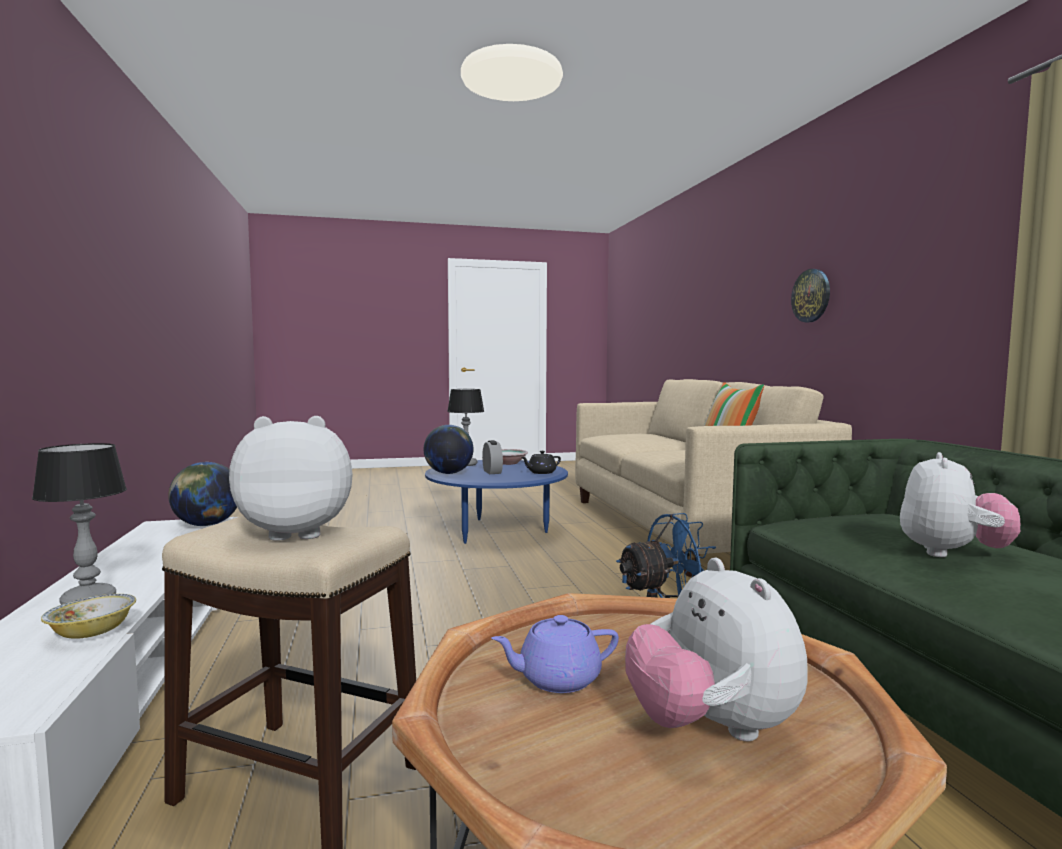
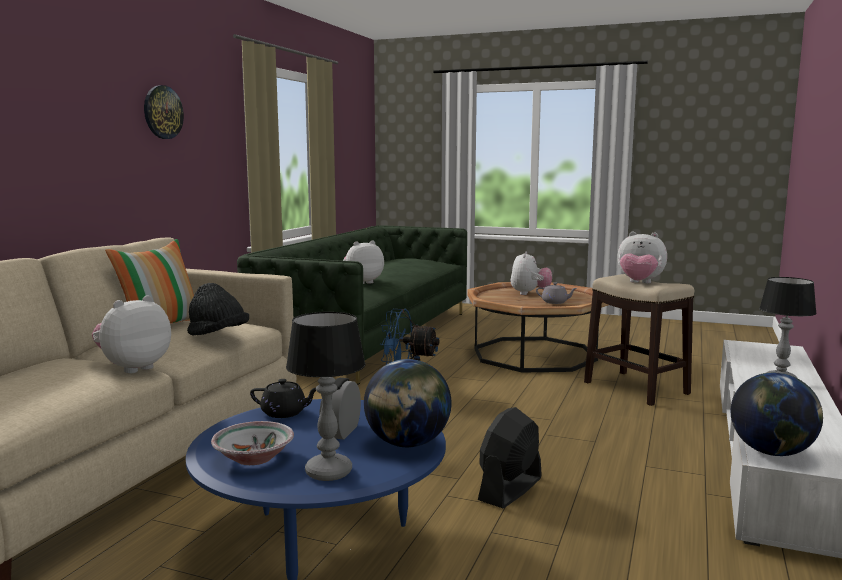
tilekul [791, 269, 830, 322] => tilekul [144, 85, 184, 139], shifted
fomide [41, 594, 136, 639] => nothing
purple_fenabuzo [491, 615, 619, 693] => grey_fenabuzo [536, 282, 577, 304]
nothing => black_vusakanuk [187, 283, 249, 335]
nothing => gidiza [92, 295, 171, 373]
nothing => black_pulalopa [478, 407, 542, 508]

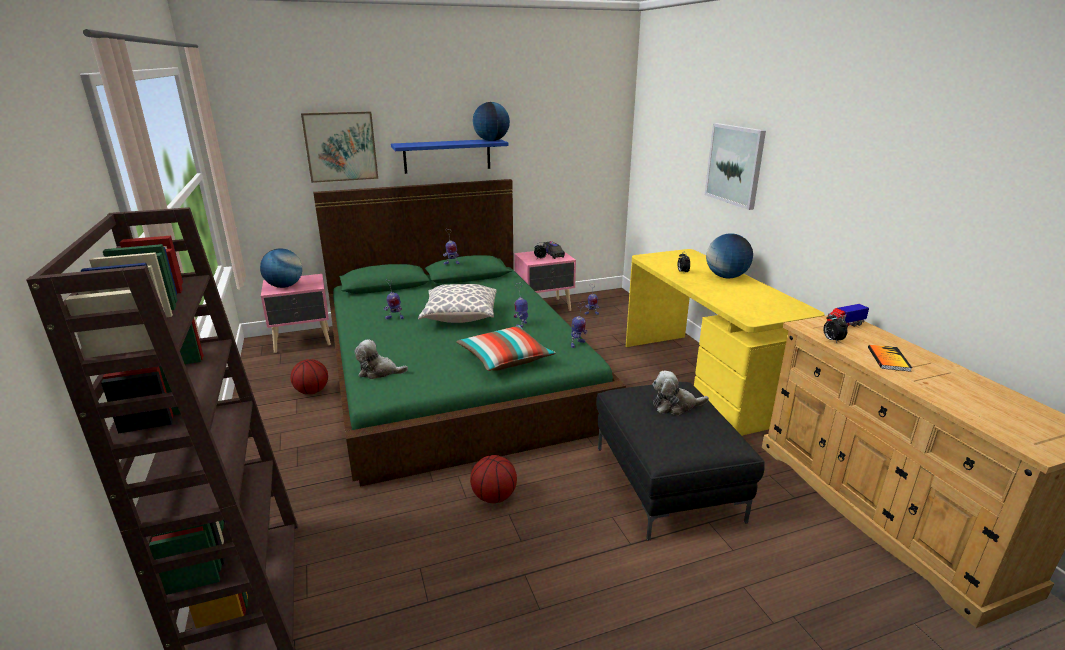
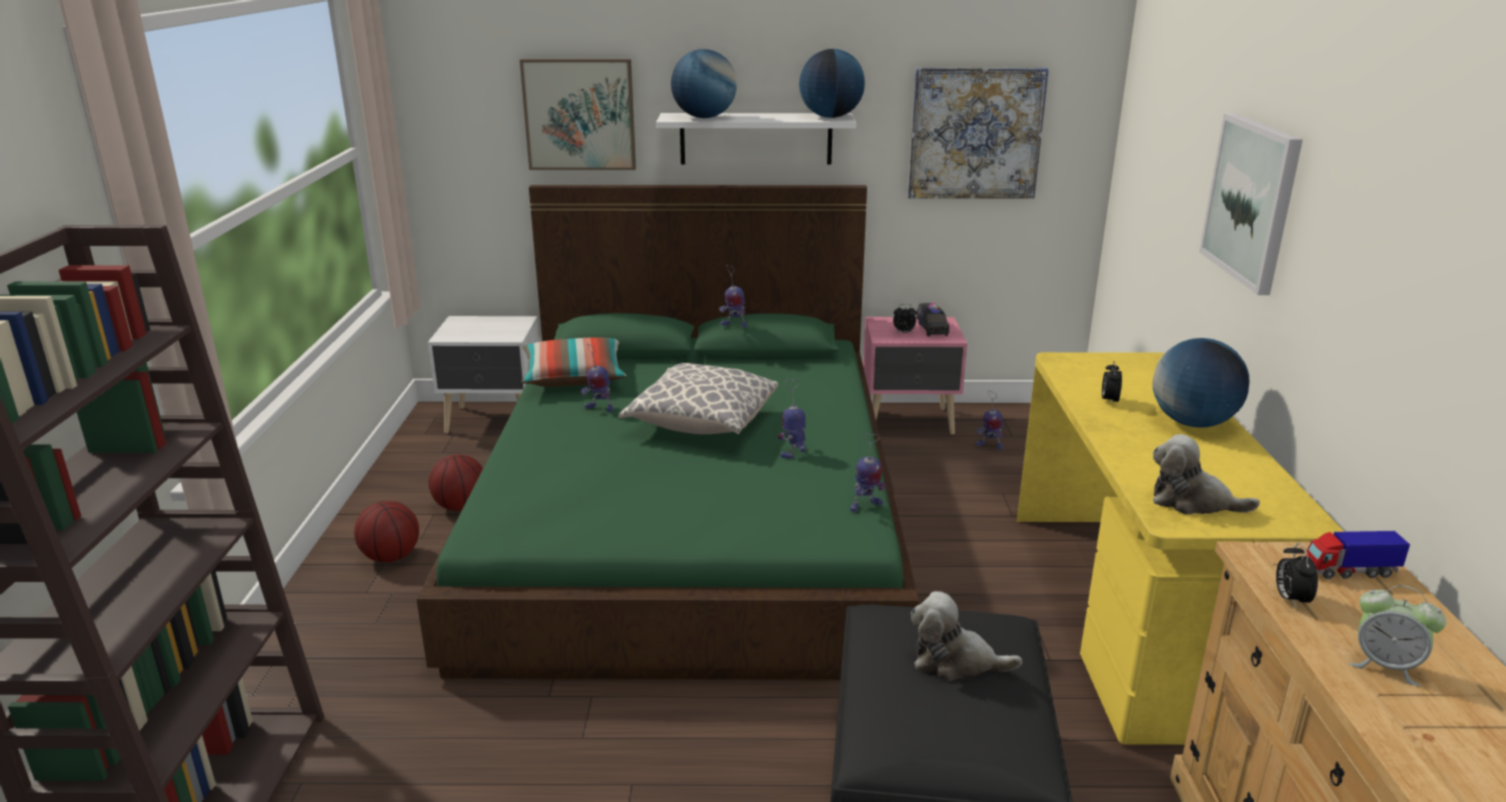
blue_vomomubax [391, 139, 508, 174] => white_vomomubax [656, 113, 856, 165]
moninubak [260, 248, 302, 288] => moninubak [671, 49, 737, 118], shifted
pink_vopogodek [261, 274, 331, 353] => white_vopogodek [428, 316, 539, 433]
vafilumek [456, 326, 556, 371] => vafilumek [522, 337, 627, 387], shifted
gidiza [355, 339, 408, 379] => gidiza [1153, 434, 1260, 515], shifted
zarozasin [868, 345, 912, 372] => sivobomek [1349, 585, 1447, 686]
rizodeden [470, 455, 517, 503] => rizodeden [354, 501, 419, 562], shifted
nothing => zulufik [908, 67, 1049, 199]

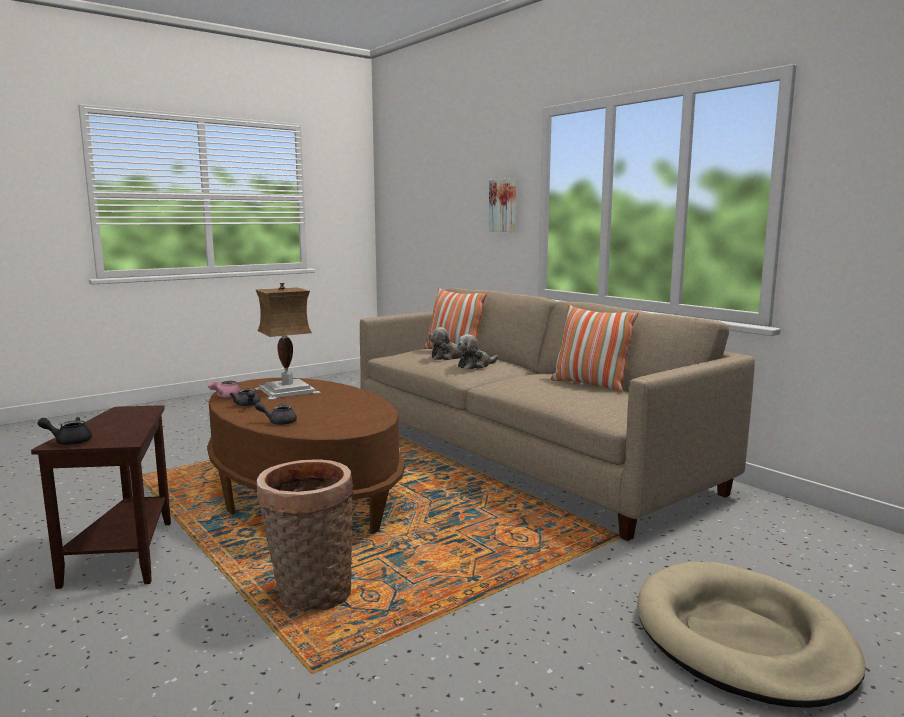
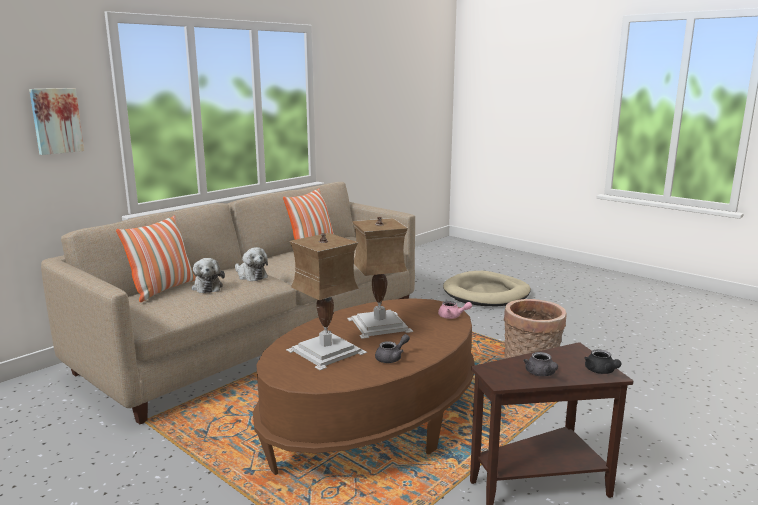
pink_fenabuzo [208, 381, 241, 398] => pink_fenabuzo [438, 301, 472, 319], shifted
grey_fenabuzo [255, 402, 297, 425] => grey_fenabuzo [523, 352, 558, 377], shifted
nothing => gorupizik [347, 217, 413, 339]

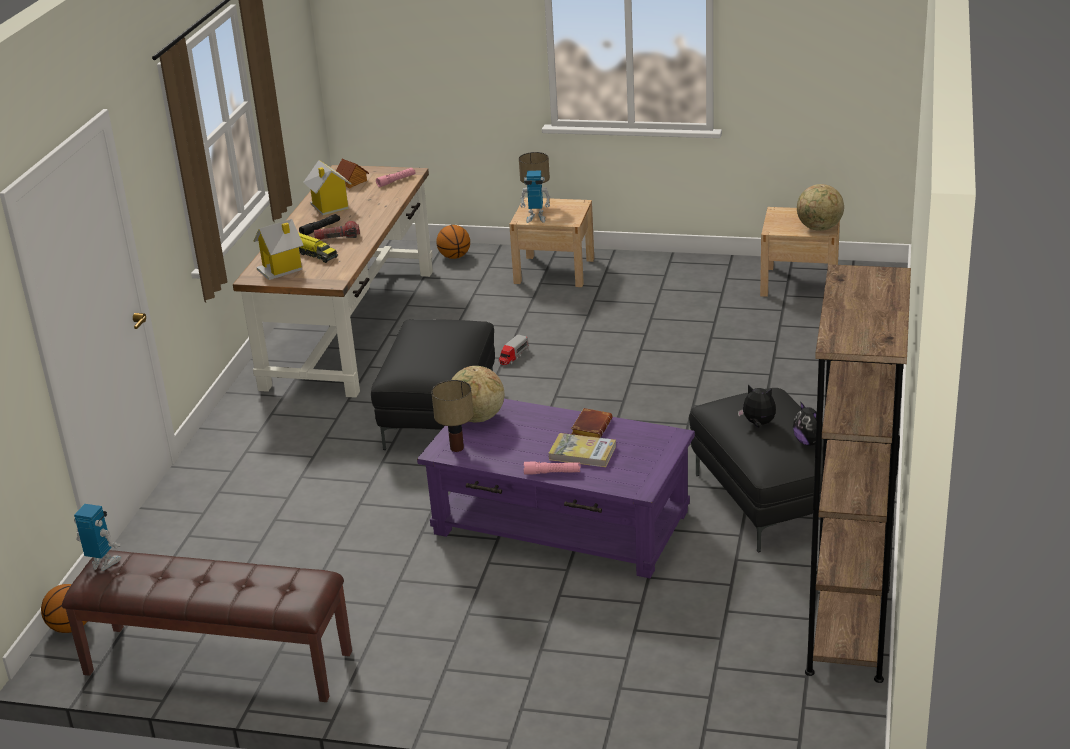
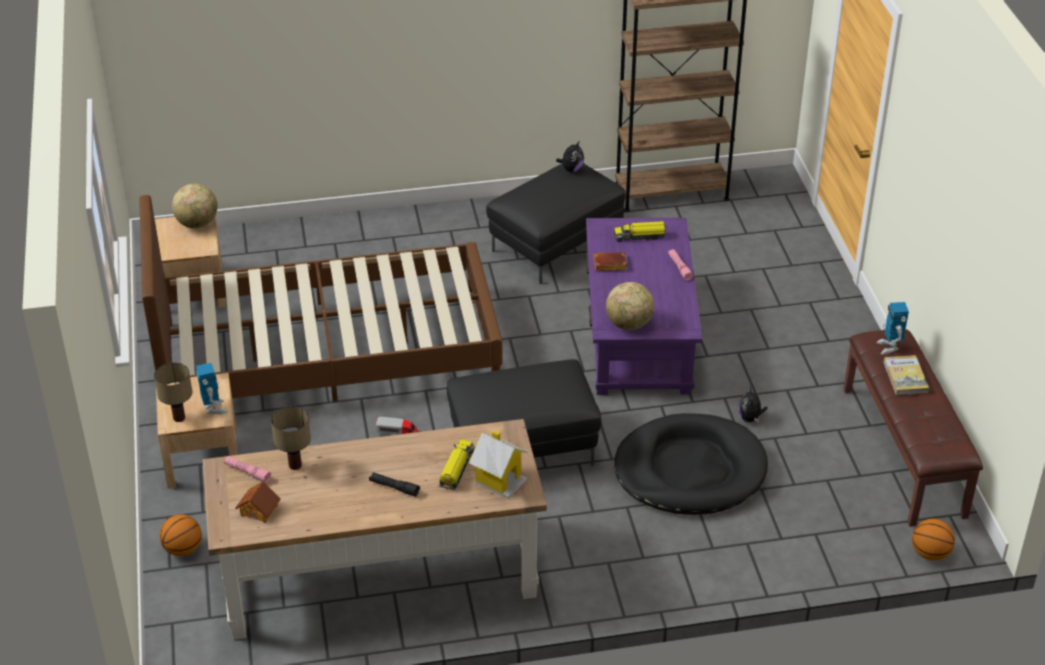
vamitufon [303, 160, 351, 216] => nothing
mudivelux [314, 221, 360, 240] => nothing
gorupizik [431, 380, 474, 452] => gorupizik [271, 406, 311, 470], shifted
gidiza [737, 384, 776, 428] => gidiza [738, 387, 768, 423], shifted
zarozasin [548, 433, 616, 467] => zarozasin [883, 355, 929, 395], shifted
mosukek [74, 504, 122, 571] => mosukek [877, 302, 909, 355], shifted
nothing => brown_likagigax [139, 195, 503, 402]
nothing => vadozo [614, 221, 666, 242]
nothing => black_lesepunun [614, 413, 768, 515]

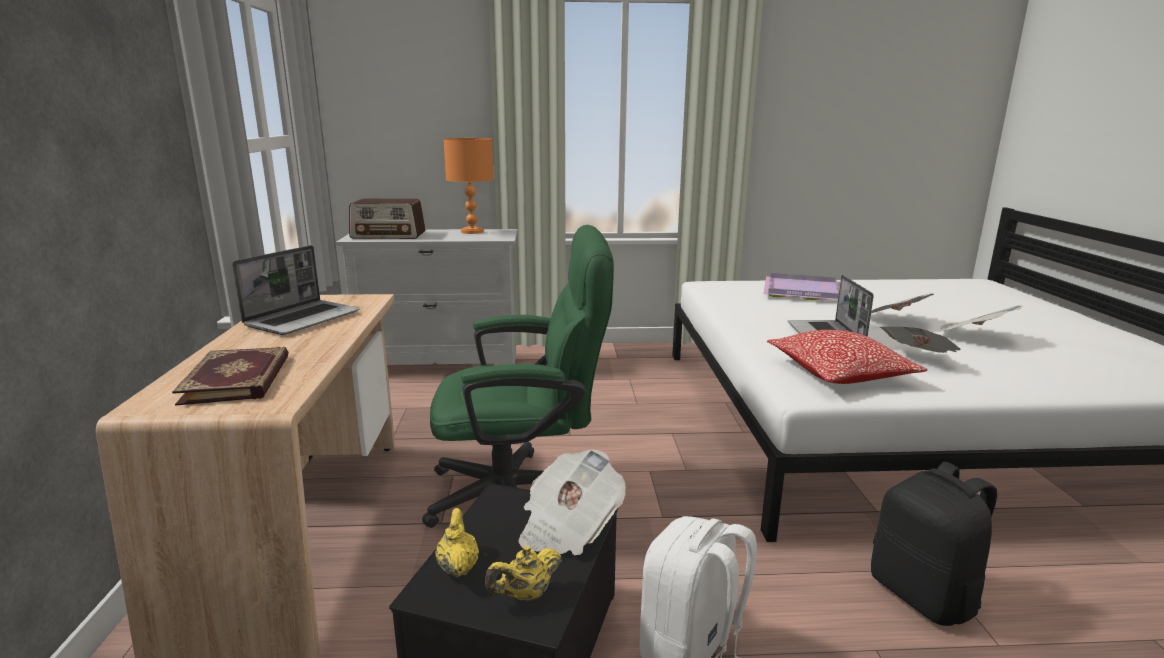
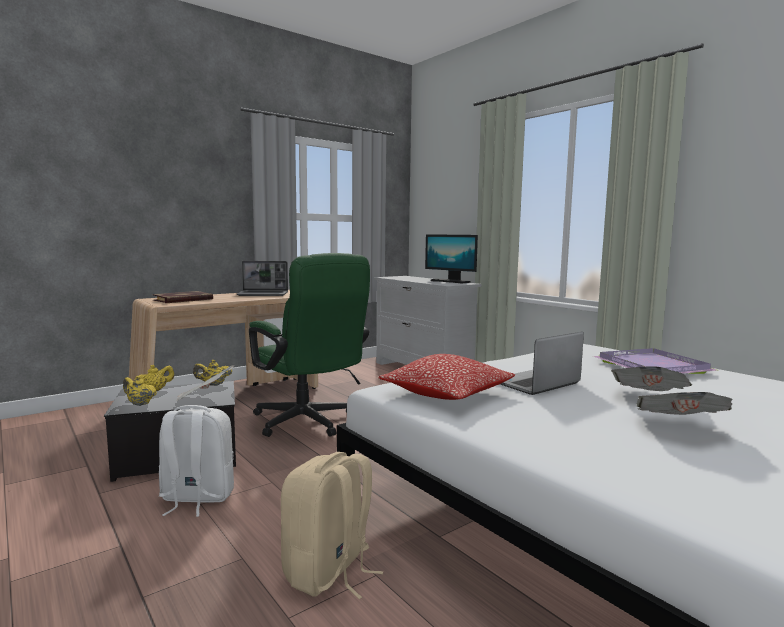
orange_gorupizik [444, 138, 494, 234] => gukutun [425, 234, 478, 284]
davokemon [349, 199, 425, 239] => nothing
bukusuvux [880, 327, 961, 353] => nothing
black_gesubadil [871, 462, 997, 626] => beige_gesubadil [281, 452, 383, 599]
nothing => yellow_fenabuzo [193, 360, 232, 386]

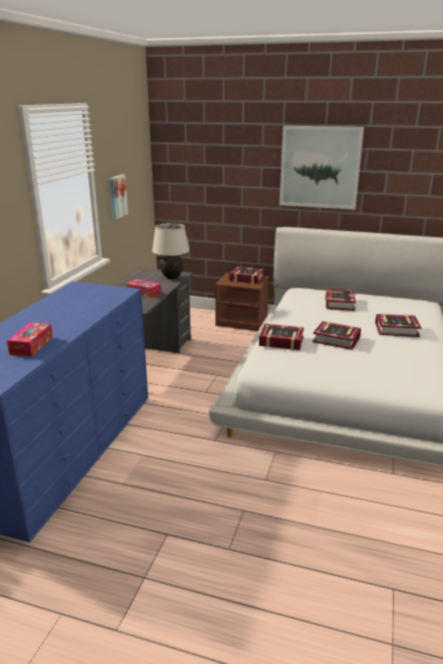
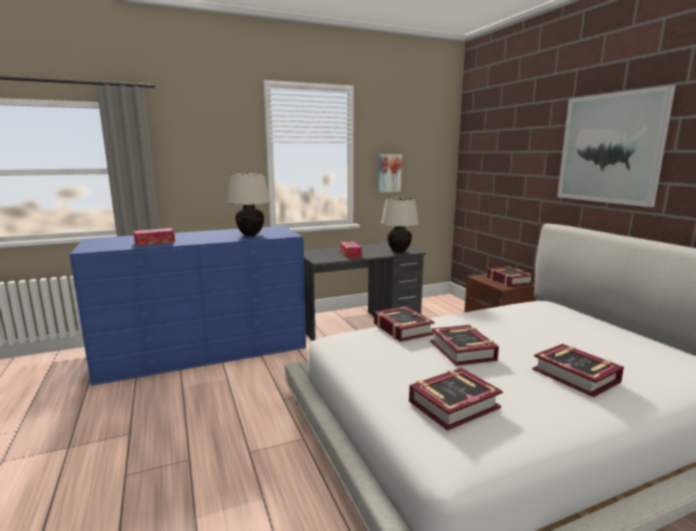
zarozasin [325, 289, 356, 311] => zarozasin [409, 368, 503, 431], shifted
nothing => beige_gorupizik [226, 173, 271, 236]

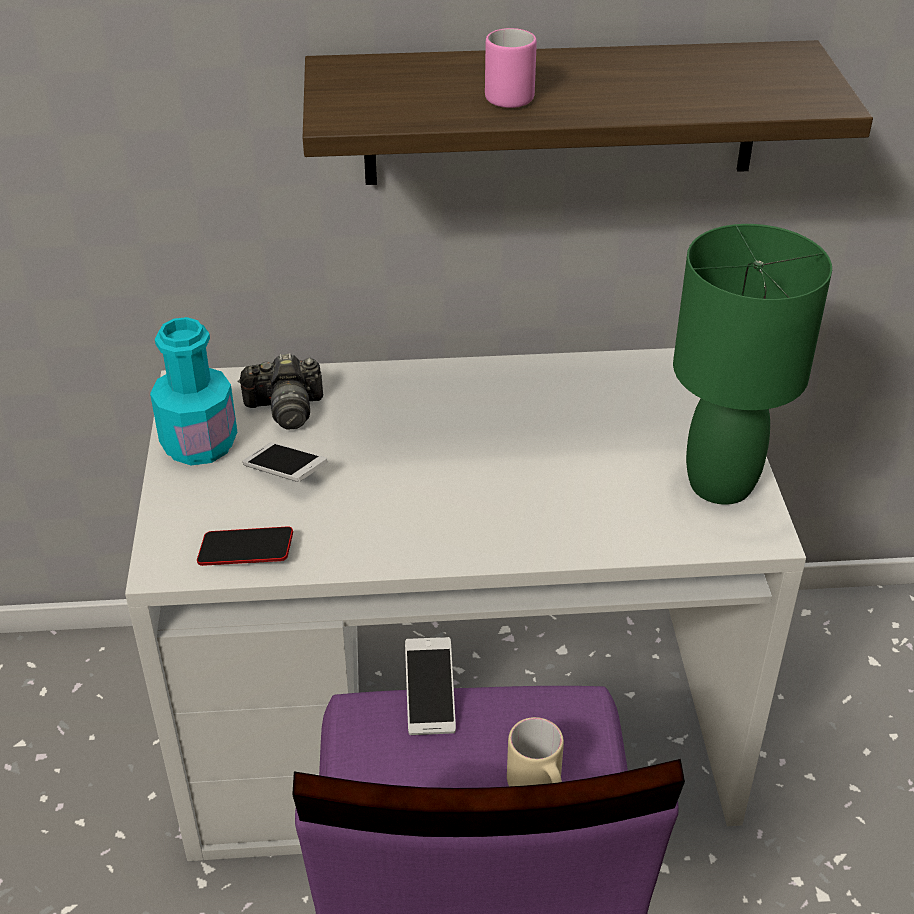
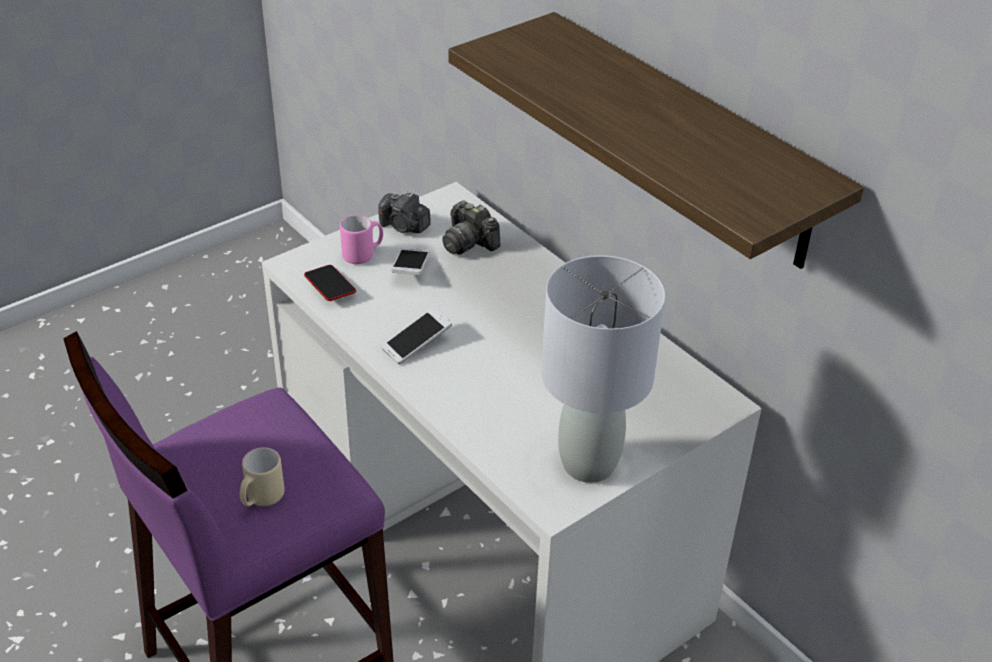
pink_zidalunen [485, 28, 537, 108] => pink_zidalunen [340, 215, 383, 264], shifted
green_gorupizik [673, 224, 832, 505] => grey_gorupizik [541, 255, 665, 483]
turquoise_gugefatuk [150, 317, 237, 465] => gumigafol [378, 192, 431, 233]
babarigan [405, 637, 456, 735] => babarigan [381, 307, 452, 365], shifted

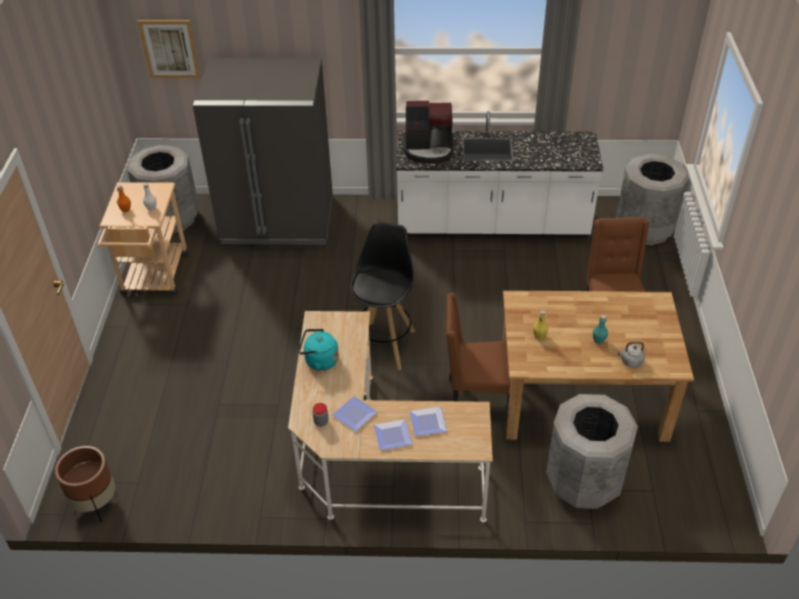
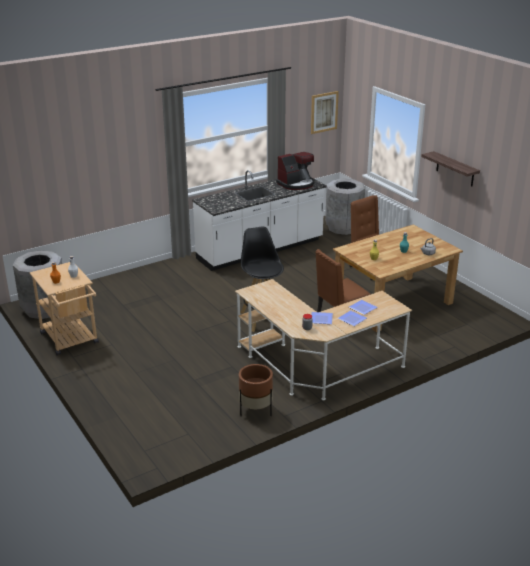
zulufik [137, 20, 201, 78] => zulufik [311, 91, 339, 134], shifted
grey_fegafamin [193, 58, 333, 245] => nothing
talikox [403, 101, 454, 164] => talikox [276, 152, 315, 190], shifted
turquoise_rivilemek [298, 329, 339, 371] => nothing
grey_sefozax [546, 394, 638, 509] => nothing
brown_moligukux [55, 446, 115, 523] => brown_moligukux [239, 364, 273, 416], shifted
nothing => vomomubax [421, 151, 480, 186]

